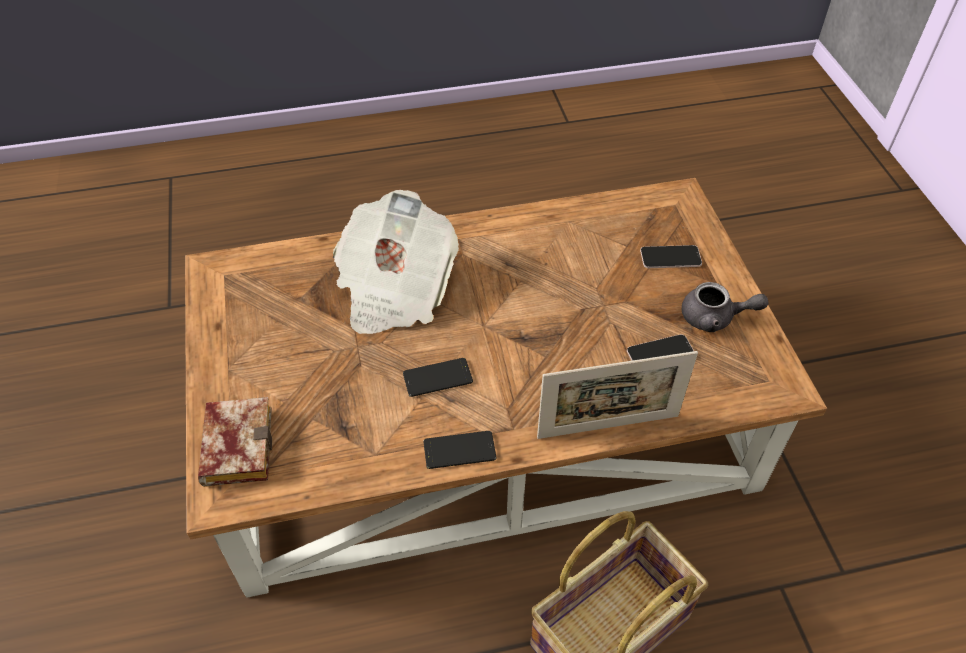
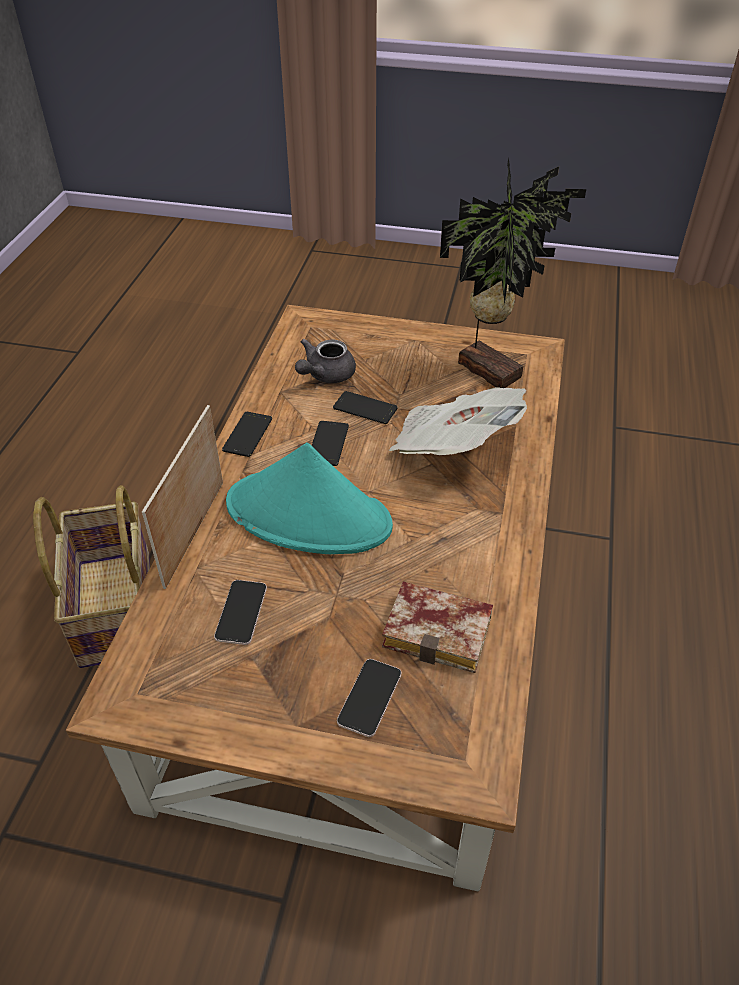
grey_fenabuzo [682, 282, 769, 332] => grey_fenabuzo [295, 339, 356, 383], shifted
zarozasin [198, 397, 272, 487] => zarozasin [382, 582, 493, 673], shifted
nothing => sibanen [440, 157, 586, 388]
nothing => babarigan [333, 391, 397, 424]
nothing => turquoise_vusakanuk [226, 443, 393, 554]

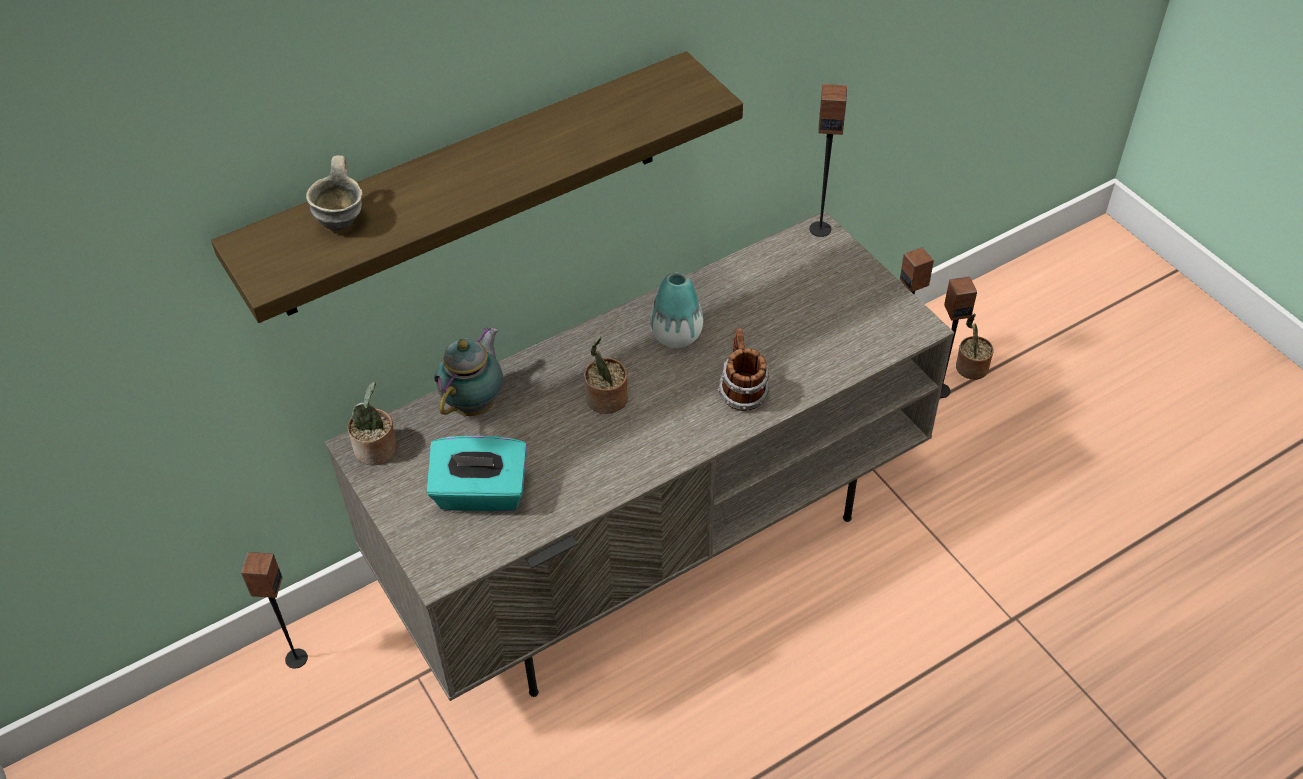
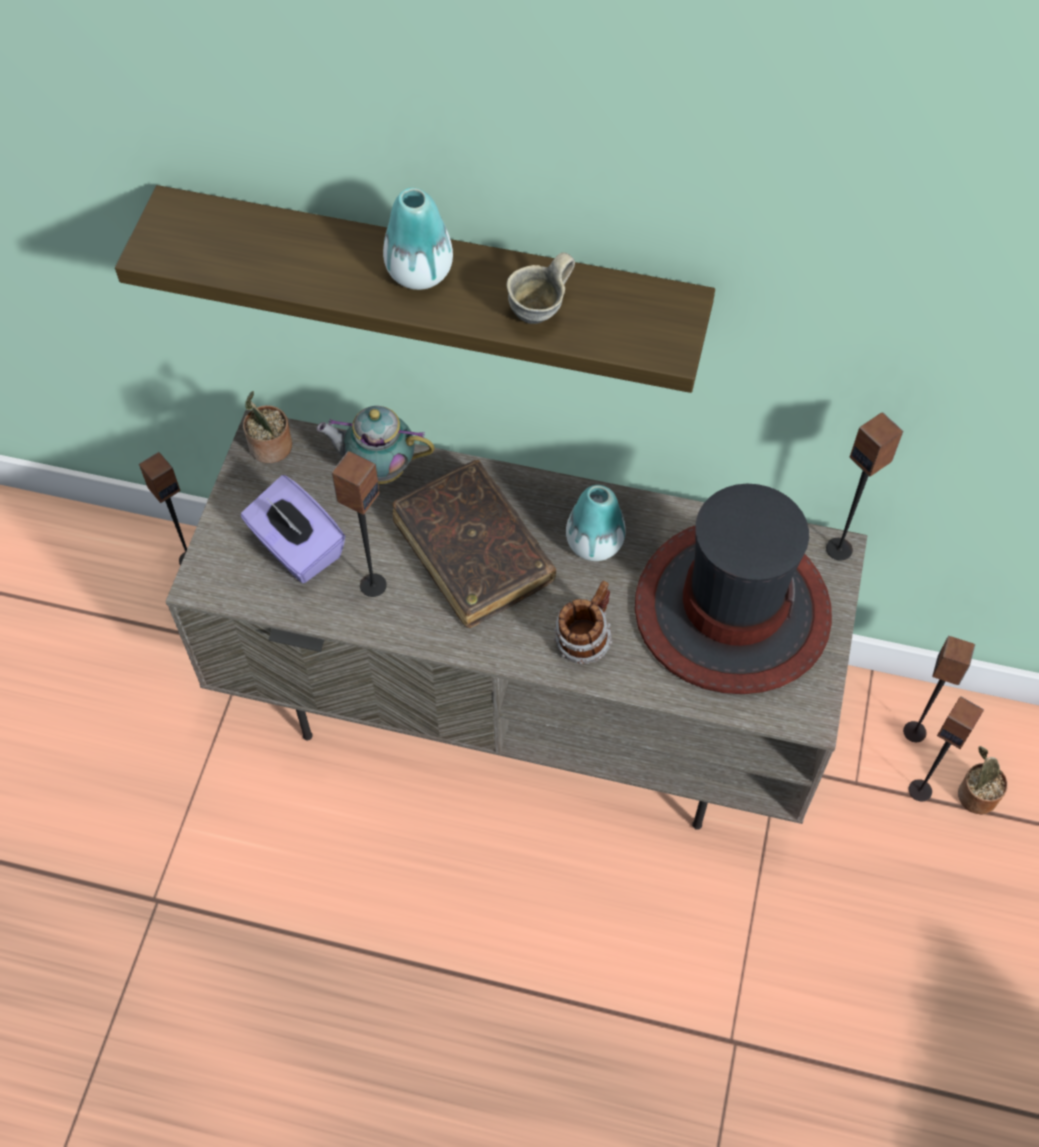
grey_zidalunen [306, 155, 363, 231] => grey_zidalunen [507, 252, 575, 324], shifted
fenabuzo [435, 327, 503, 416] => fenabuzo [316, 406, 435, 484], 150 degrees counterclockwise
sibanen [584, 336, 628, 414] => brown_zarozasin [393, 460, 556, 628]
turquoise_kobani [426, 436, 527, 511] => purple_kobani [241, 475, 345, 583]
nothing => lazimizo [383, 188, 453, 290]
nothing => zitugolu [331, 451, 387, 597]
nothing => vusakanuk [635, 484, 832, 694]

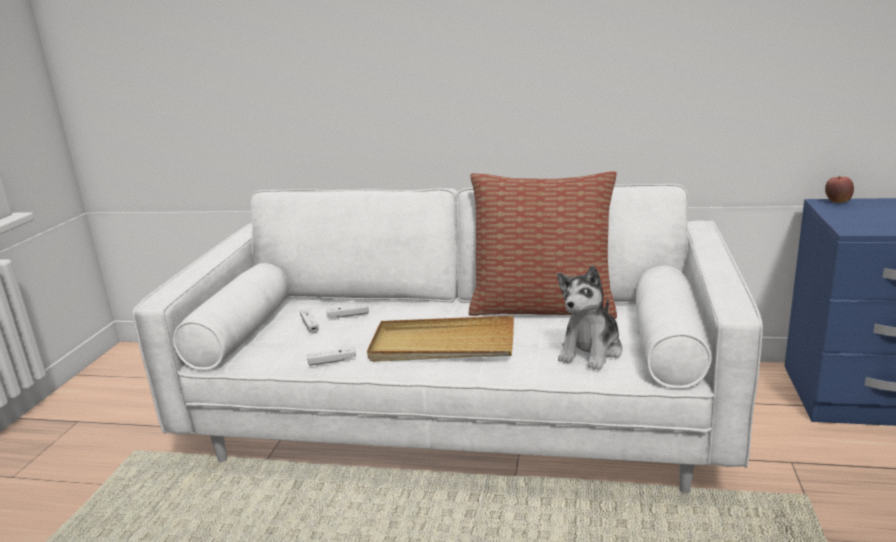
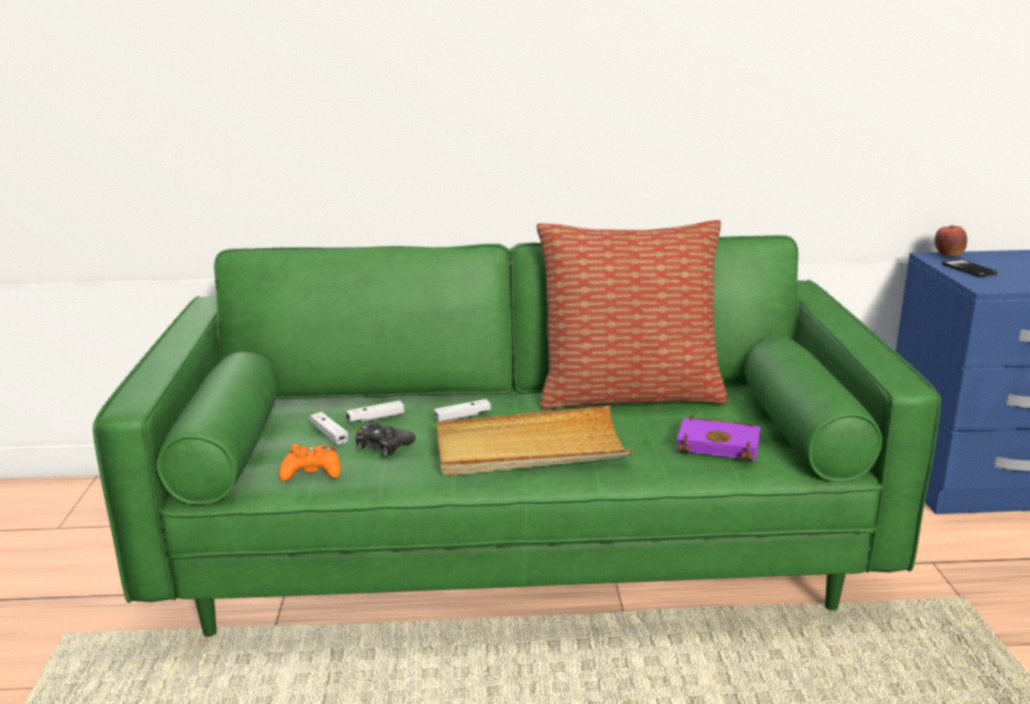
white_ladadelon [132, 184, 763, 494] => green_ladadelon [93, 235, 941, 637]
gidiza [557, 265, 623, 370] => purple_zarozasin [676, 415, 760, 462]
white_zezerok [307, 347, 356, 366] => white_zezerok [434, 399, 491, 422], shifted
nothing => babarigan [942, 259, 997, 277]
nothing => black_zezerok [356, 422, 416, 456]
nothing => orange_zezerok [279, 444, 340, 481]

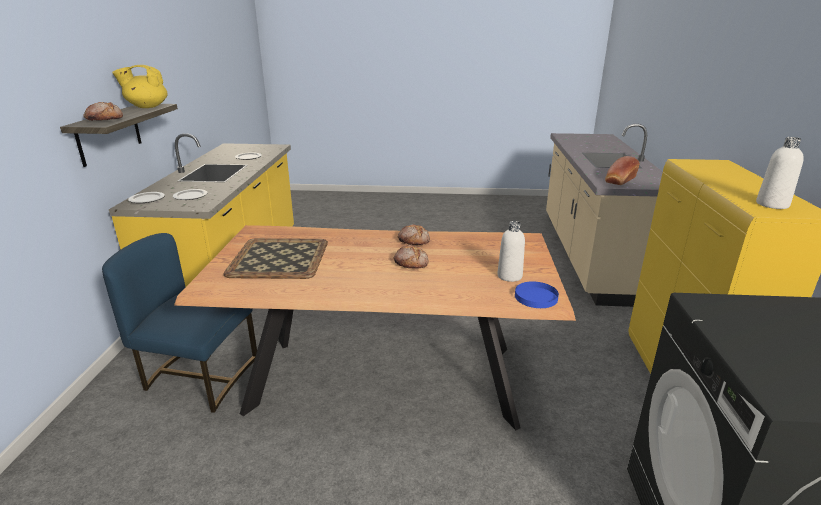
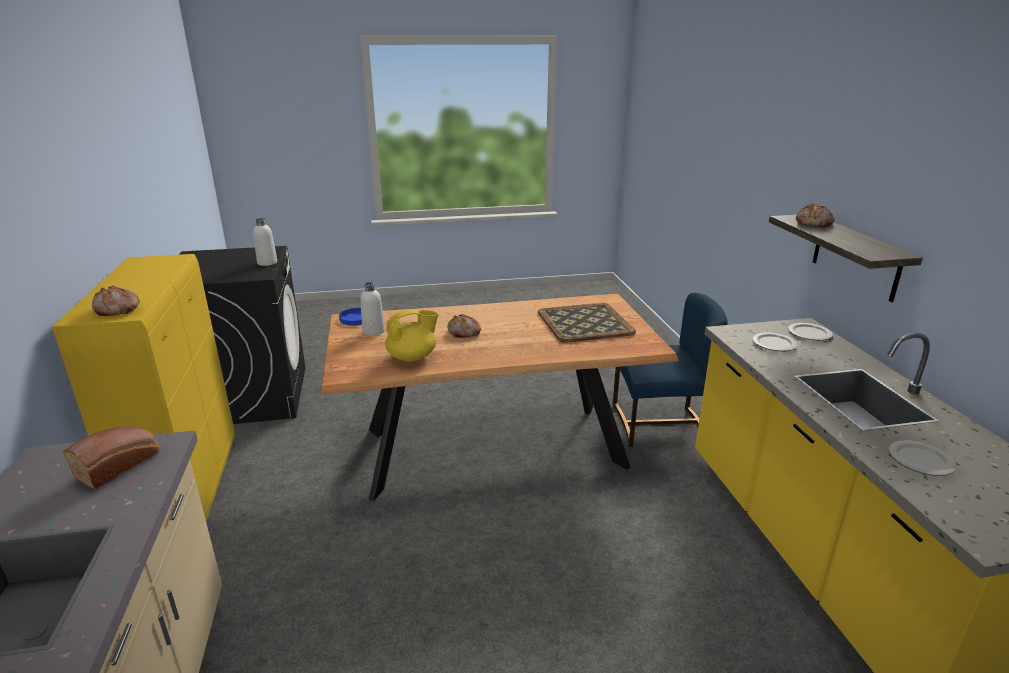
yellow_fenabuzo [112, 65, 168, 108] => yellow_fenabuzo [385, 310, 439, 361], shifted
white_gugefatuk [756, 137, 804, 209] => white_gugefatuk [253, 218, 277, 266], shifted
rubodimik [398, 224, 430, 245] => rubodimik [92, 285, 140, 316], shifted

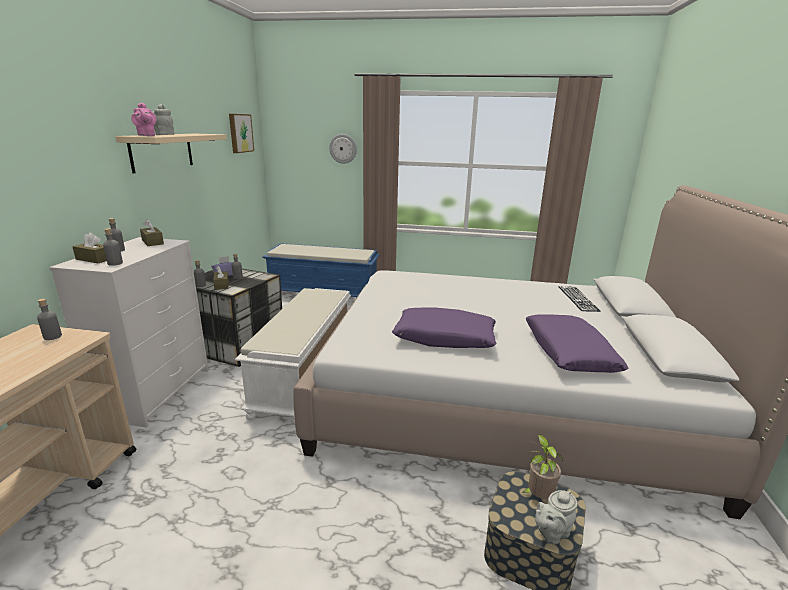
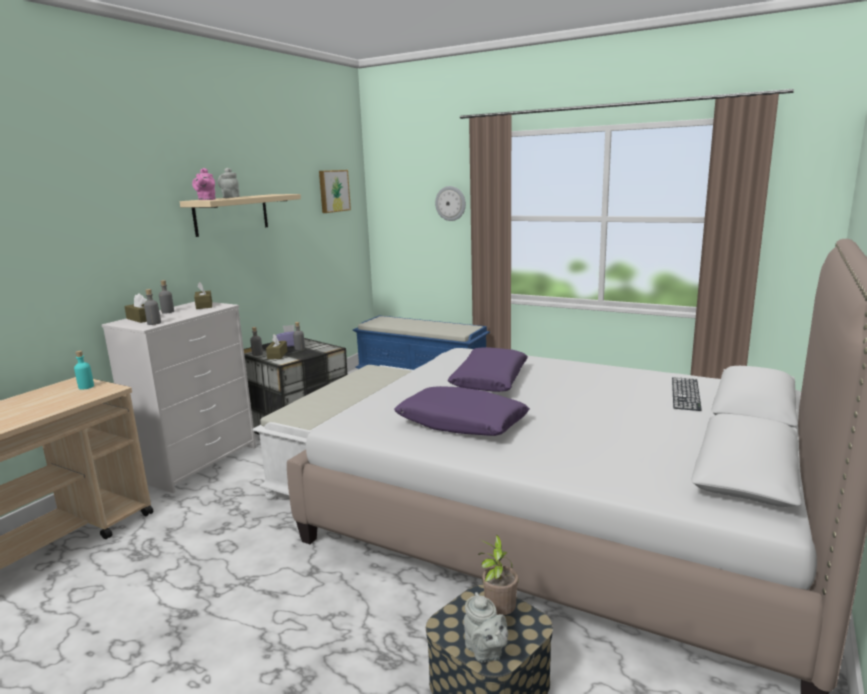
grey_gugefatuk [37, 299, 62, 340] => turquoise_gugefatuk [74, 351, 94, 390]
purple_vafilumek [526, 314, 628, 373] => purple_vafilumek [447, 347, 528, 392], shifted
grey_fenabuzo [535, 490, 578, 544] => grey_fenabuzo [464, 592, 508, 663], 105 degrees counterclockwise

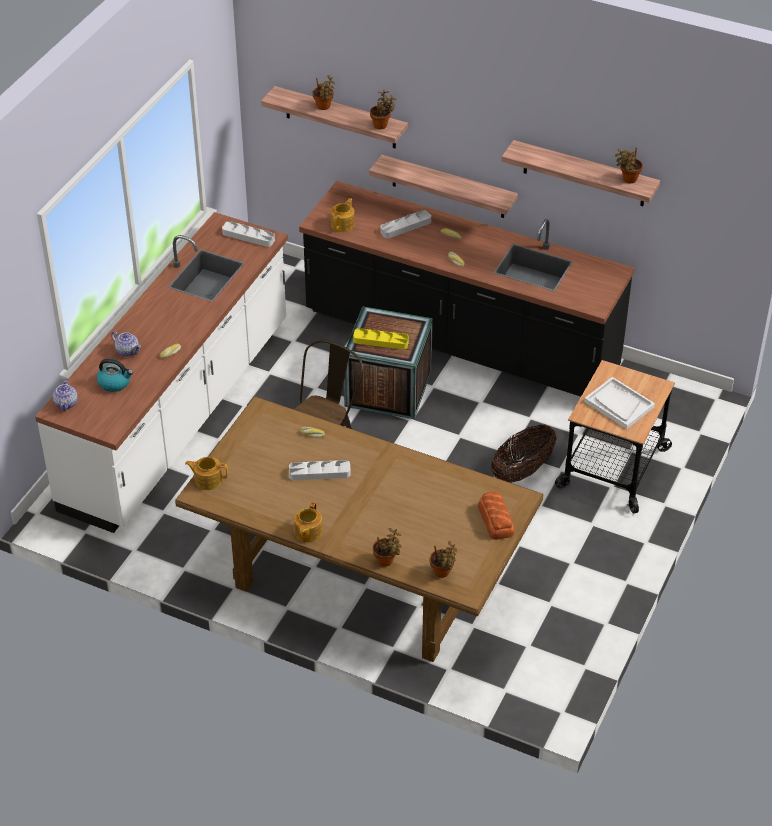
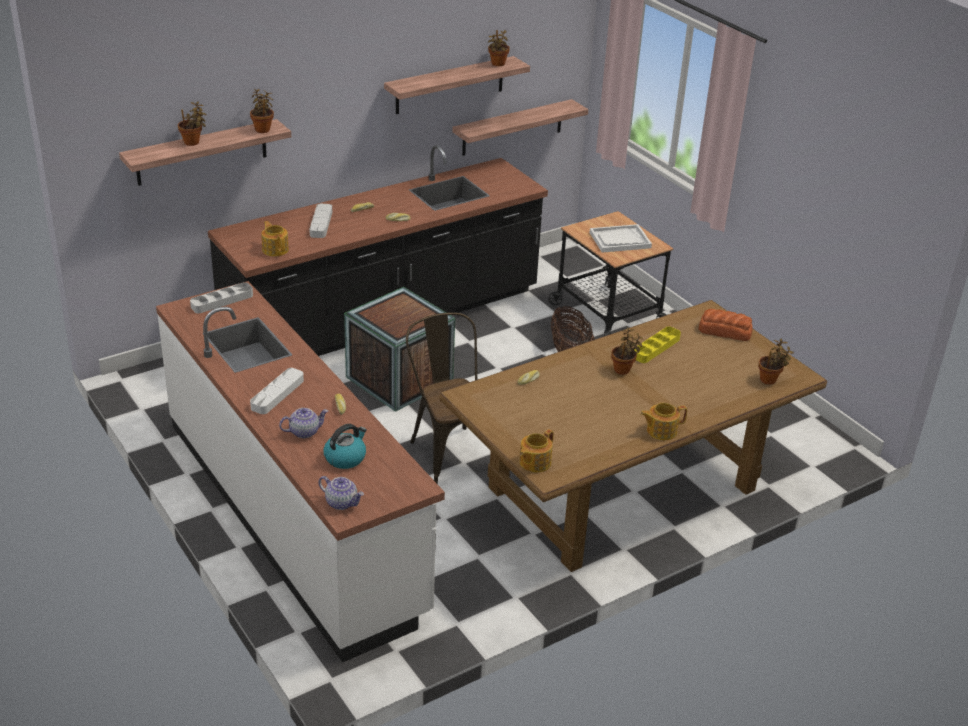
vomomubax [369, 155, 518, 218] => vomomubax [452, 99, 589, 156], shifted
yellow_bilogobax [353, 328, 409, 349] => yellow_bilogobax [634, 326, 681, 363], shifted
white_bilogobax [289, 460, 351, 480] => white_bilogobax [250, 368, 304, 414], shifted
fenabuzo [294, 501, 323, 542] => fenabuzo [640, 403, 687, 440], 120 degrees clockwise
sibanen [373, 528, 402, 567] => sibanen [611, 327, 644, 375], shifted

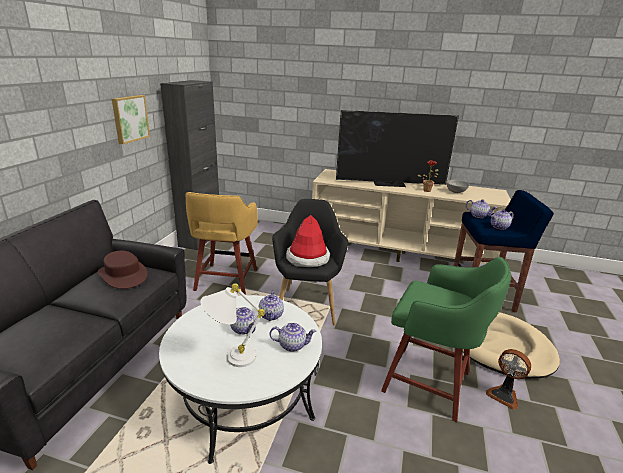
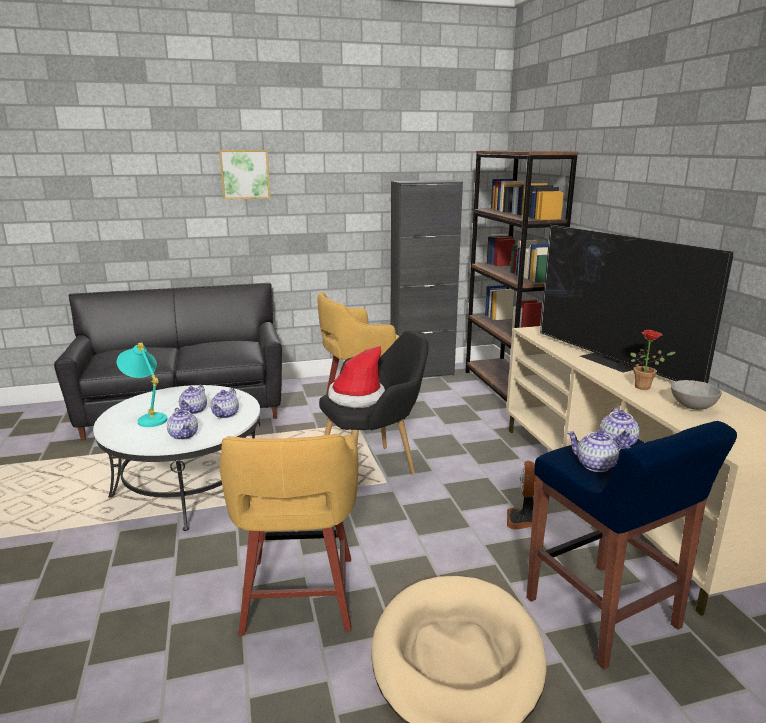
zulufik [112, 95, 150, 144] => zulufik [219, 150, 270, 199], shifted
brown_vusakanuk [98, 251, 147, 289] => nothing
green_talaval [381, 257, 511, 422] => yellow_talaval [219, 434, 358, 636]
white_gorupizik [200, 283, 265, 367] => turquoise_gorupizik [117, 342, 168, 427]
fenabuzo [259, 290, 284, 321] => fenabuzo [211, 388, 239, 418], 45 degrees counterclockwise
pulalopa [486, 349, 531, 410] => pulalopa [507, 461, 535, 529], shifted
nothing => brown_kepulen [465, 150, 578, 402]

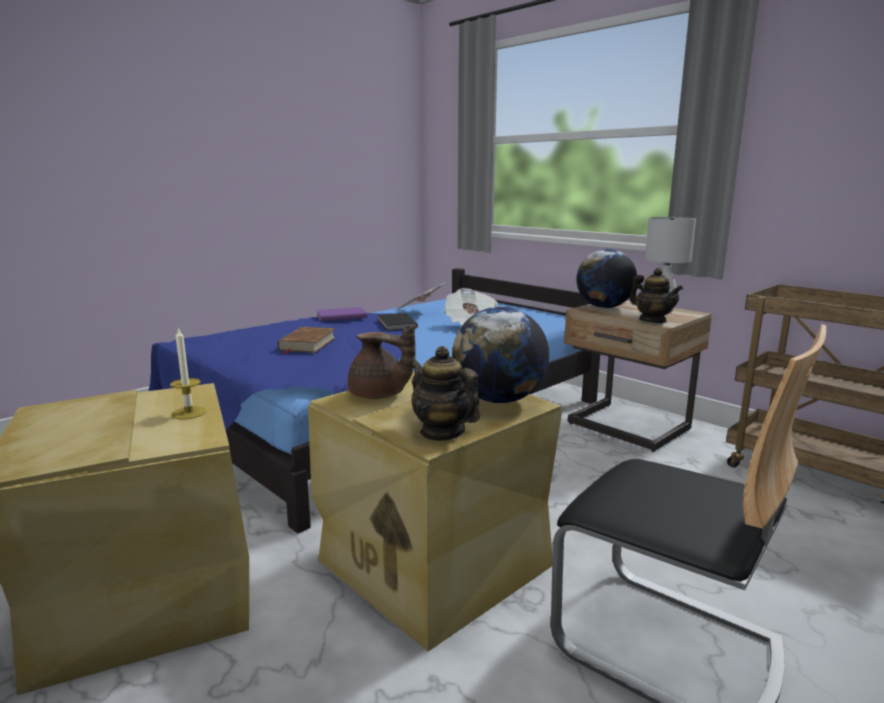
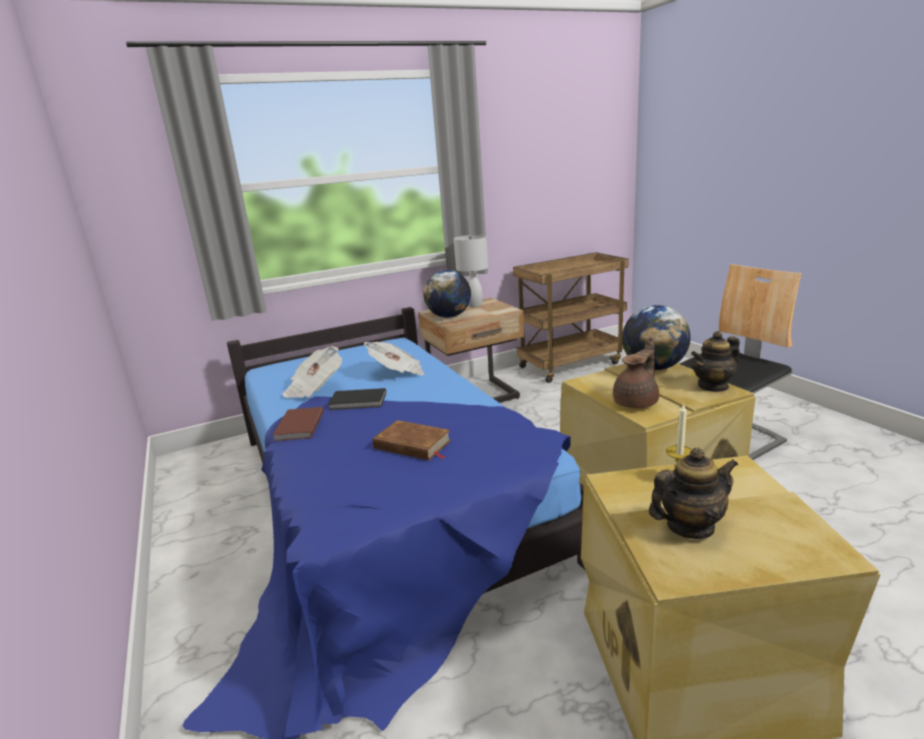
fenabuzo [630, 268, 683, 323] => fenabuzo [649, 447, 739, 539], shifted
purple_zarozasin [316, 307, 367, 321] => brown_zarozasin [273, 407, 324, 441]

